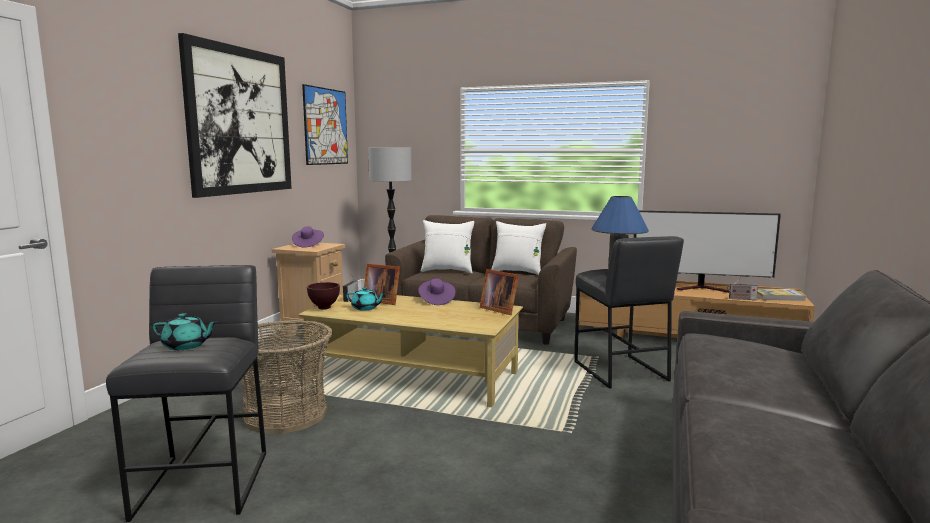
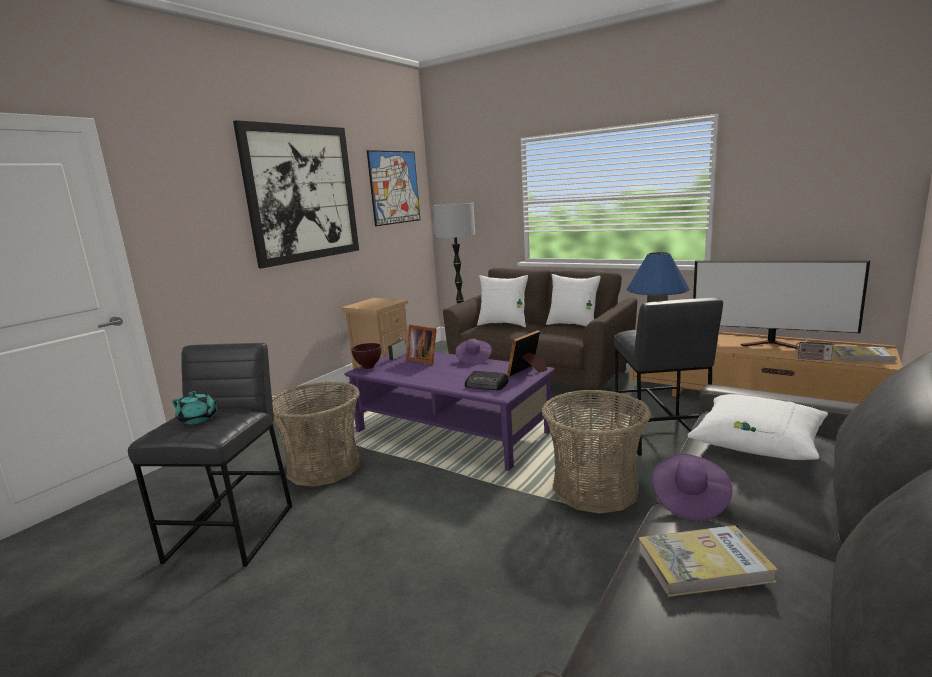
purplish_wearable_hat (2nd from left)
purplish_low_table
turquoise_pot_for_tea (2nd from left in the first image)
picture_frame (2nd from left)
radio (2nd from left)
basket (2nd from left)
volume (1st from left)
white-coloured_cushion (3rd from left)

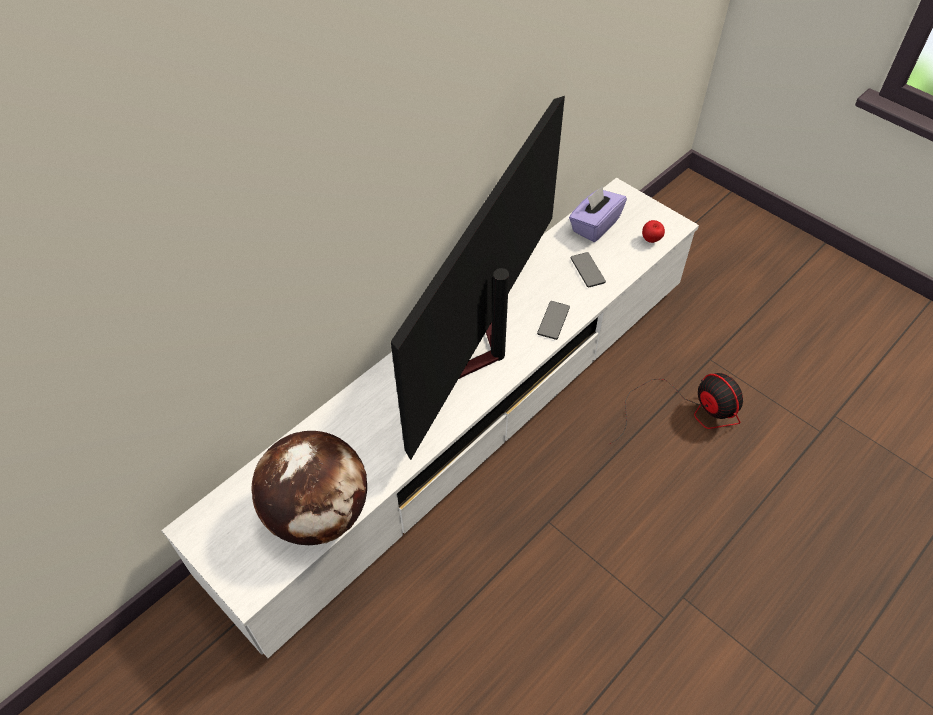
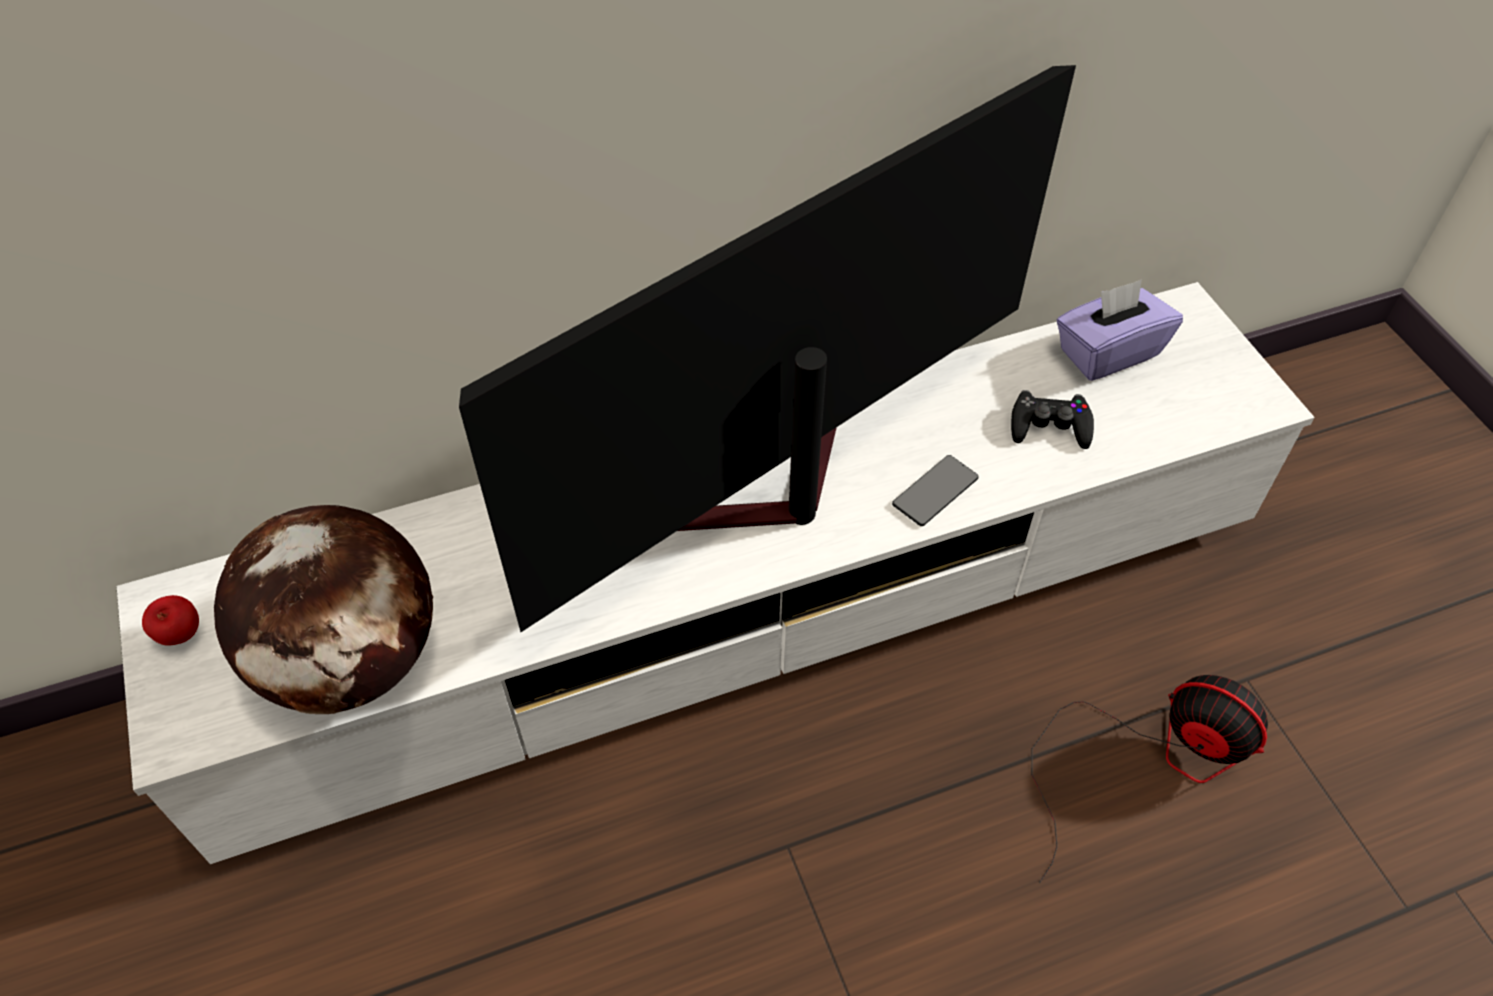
black_gamepad
electric_fan
whole_apple

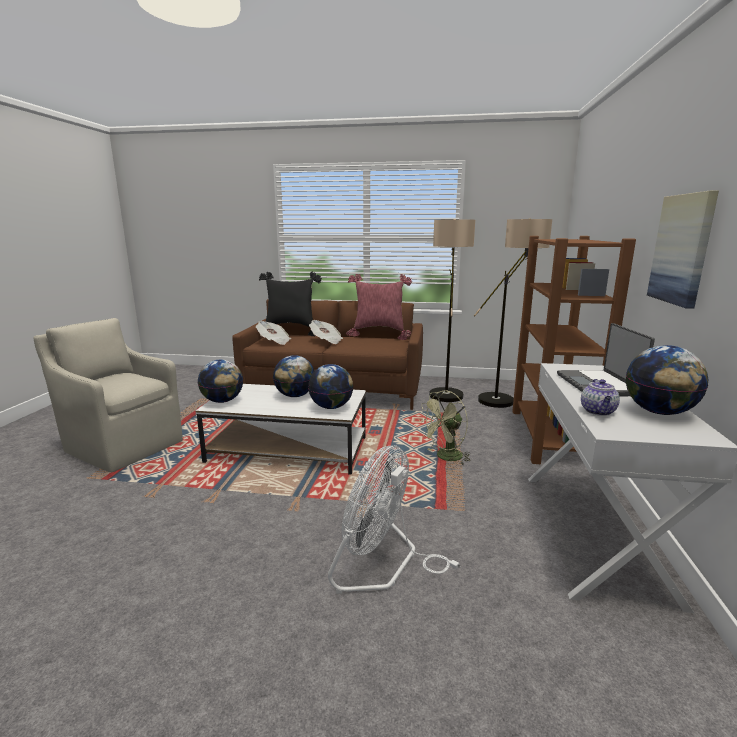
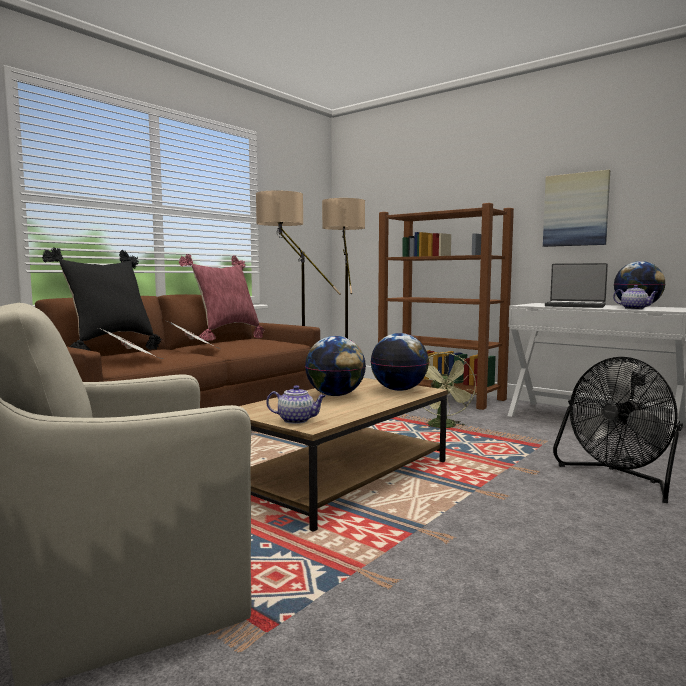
brown-coloured_low_table
pot_for_tea (1st from left)
black_electric_fan

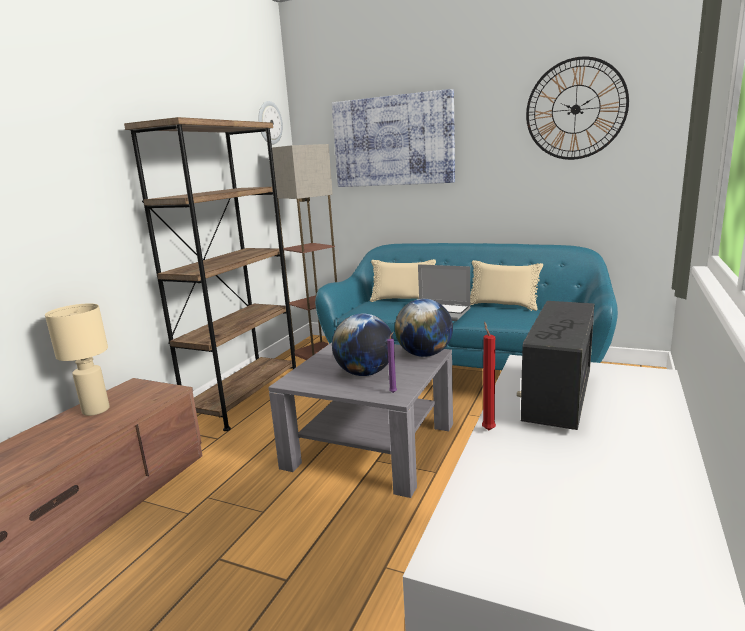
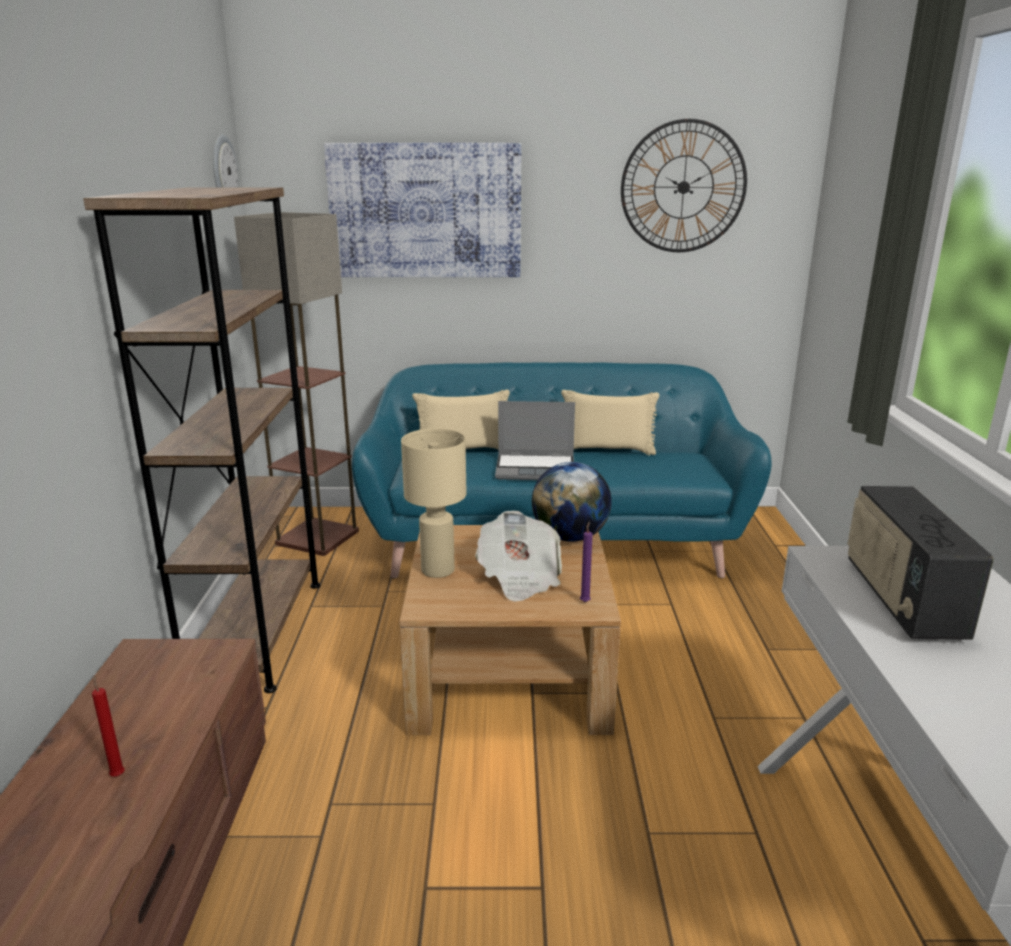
sand-coloured_tabletop_lamp
brown-coloured_low_table
printed_paper
reddish_candle

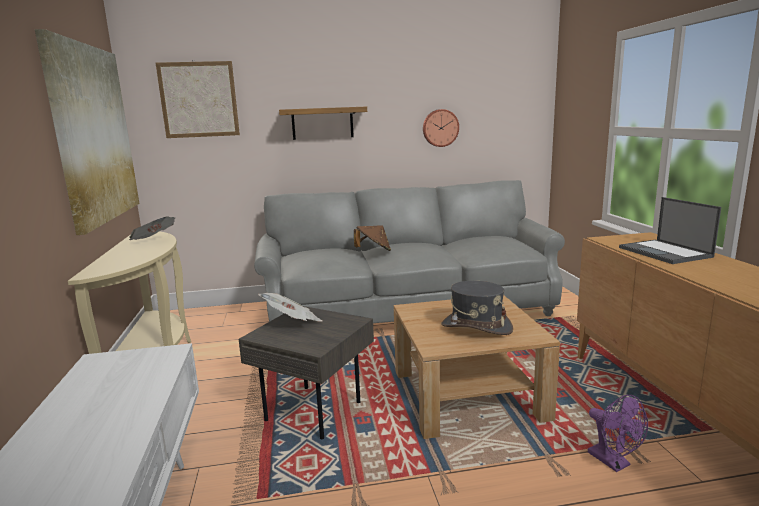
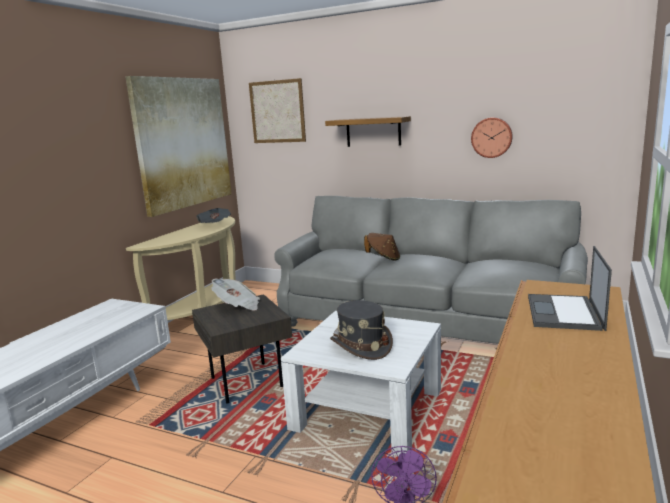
white-coloured_low_table

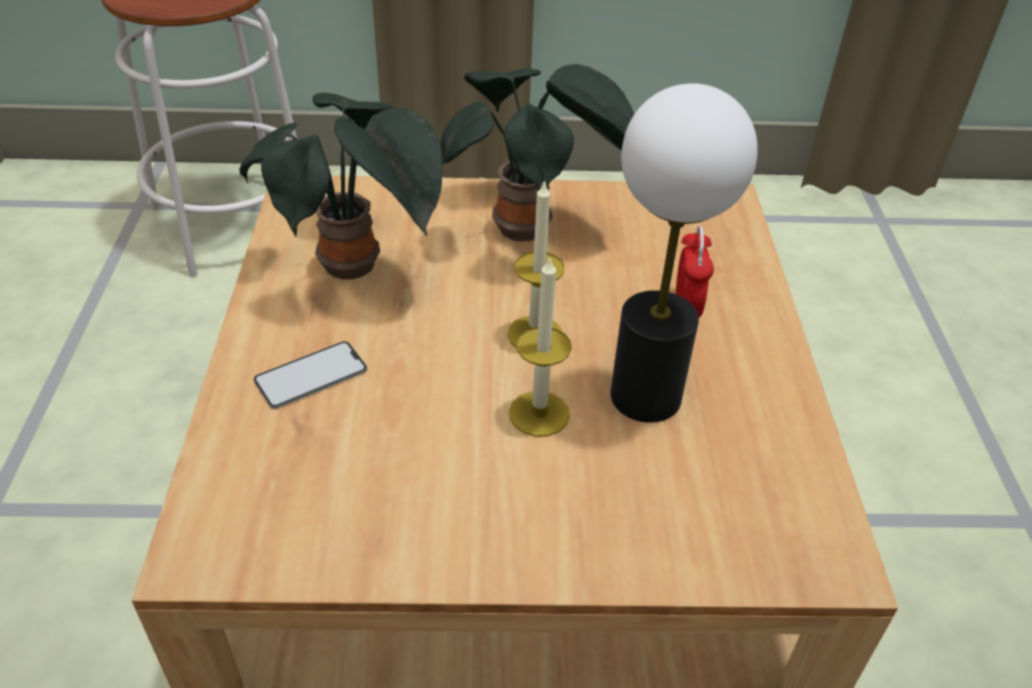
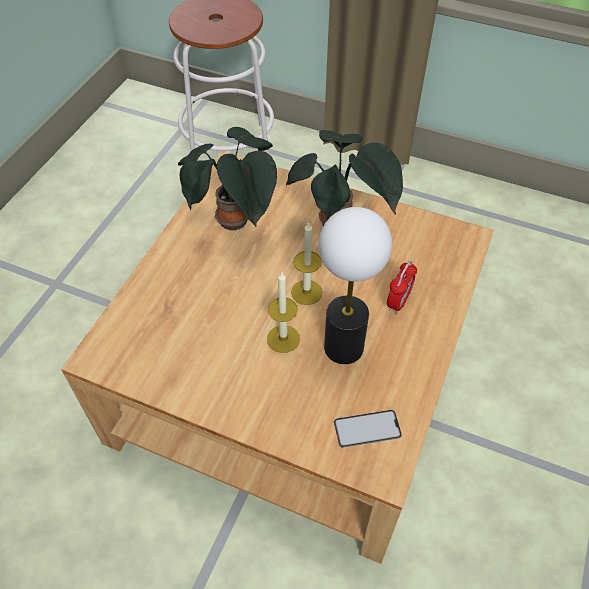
handset

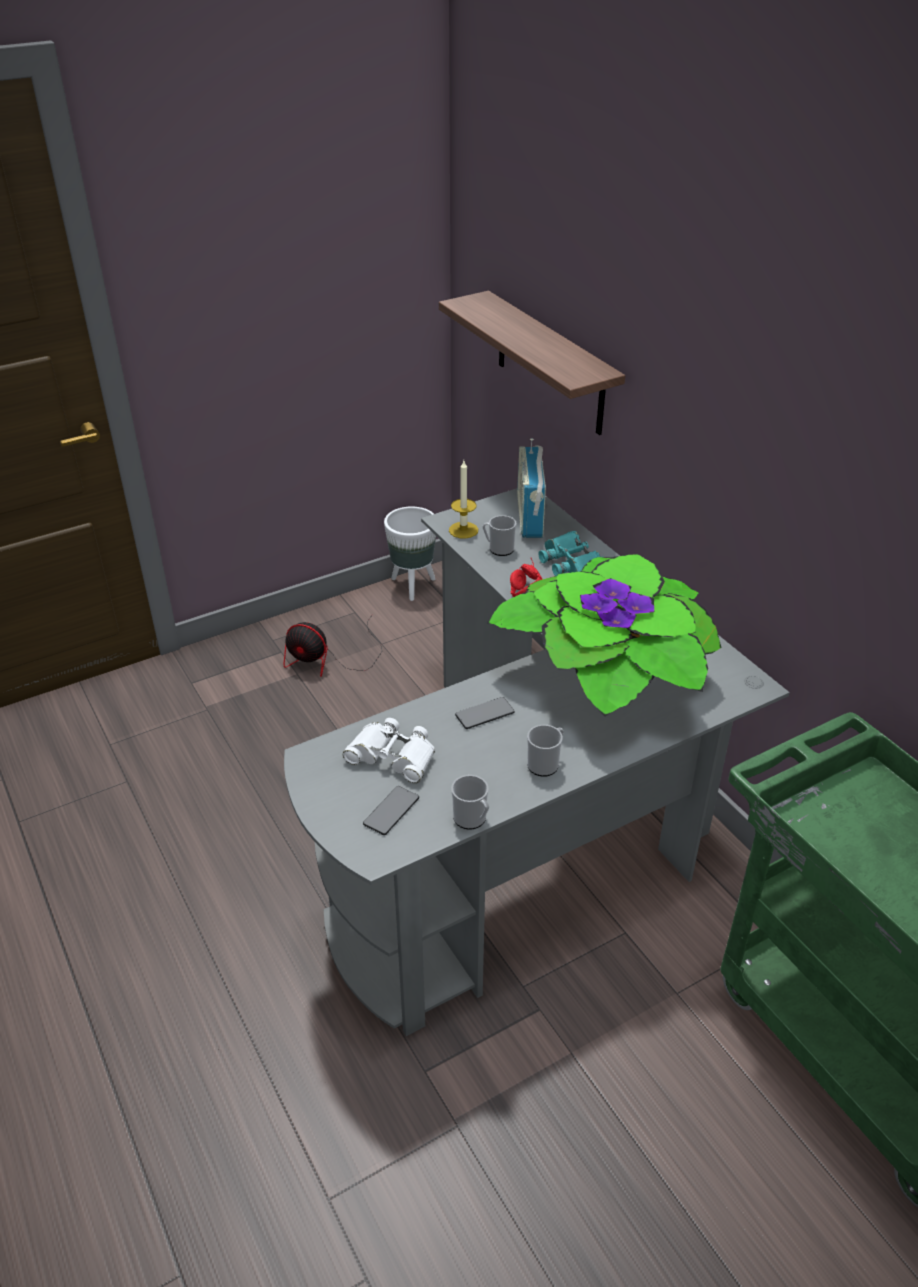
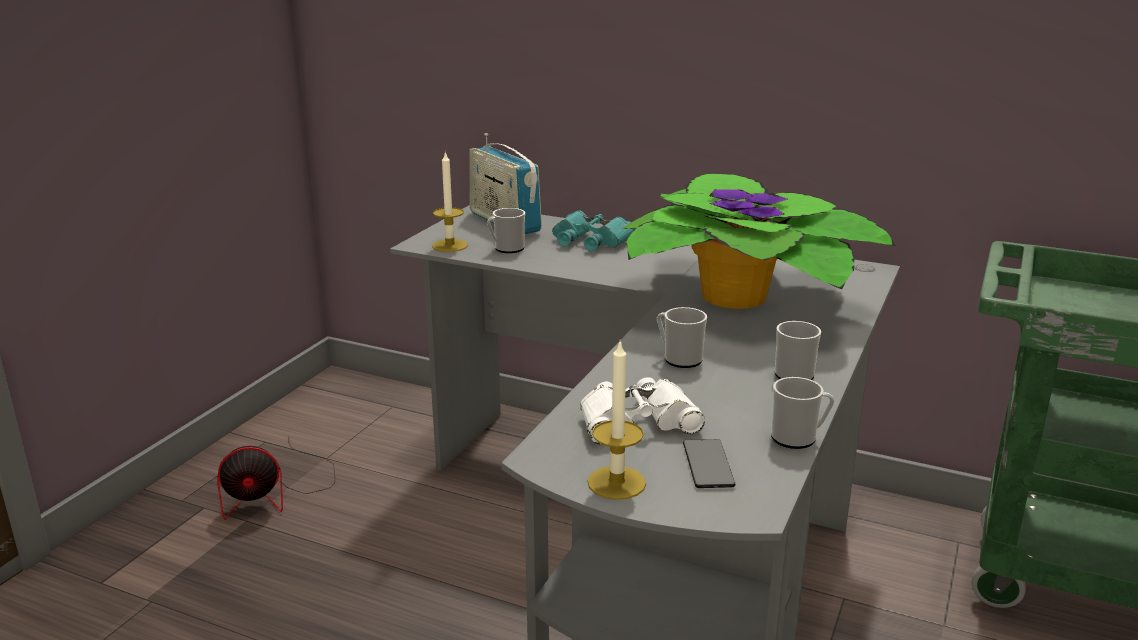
white-coloured_plant_pot
wall_shelf
tea_mug (2nd from left)
reddish_headphones
candle (2nd from left)

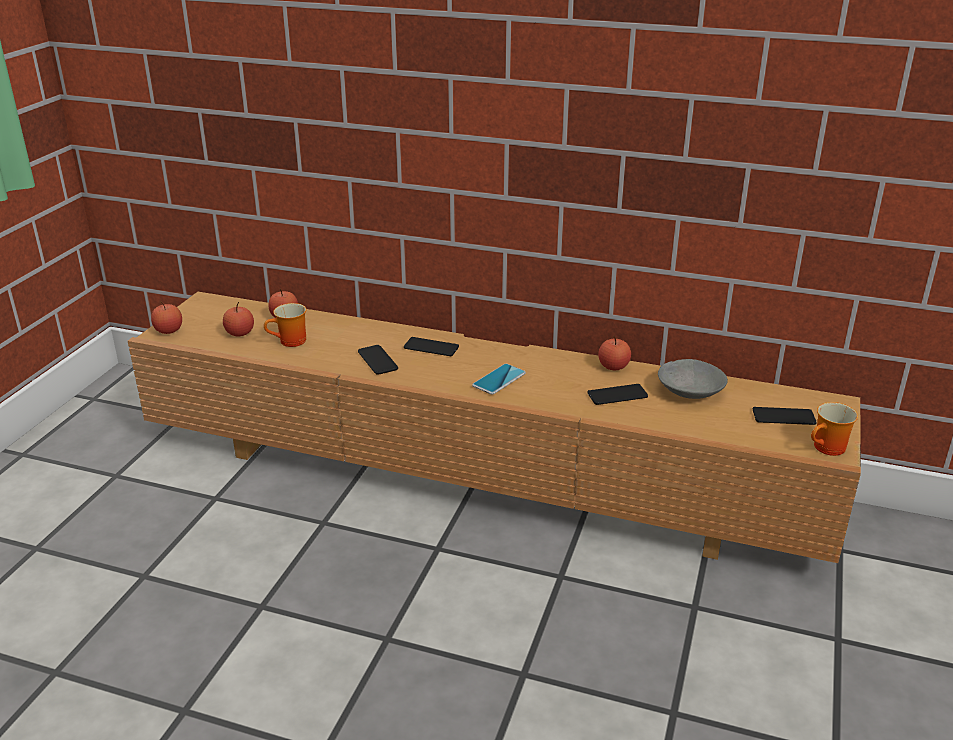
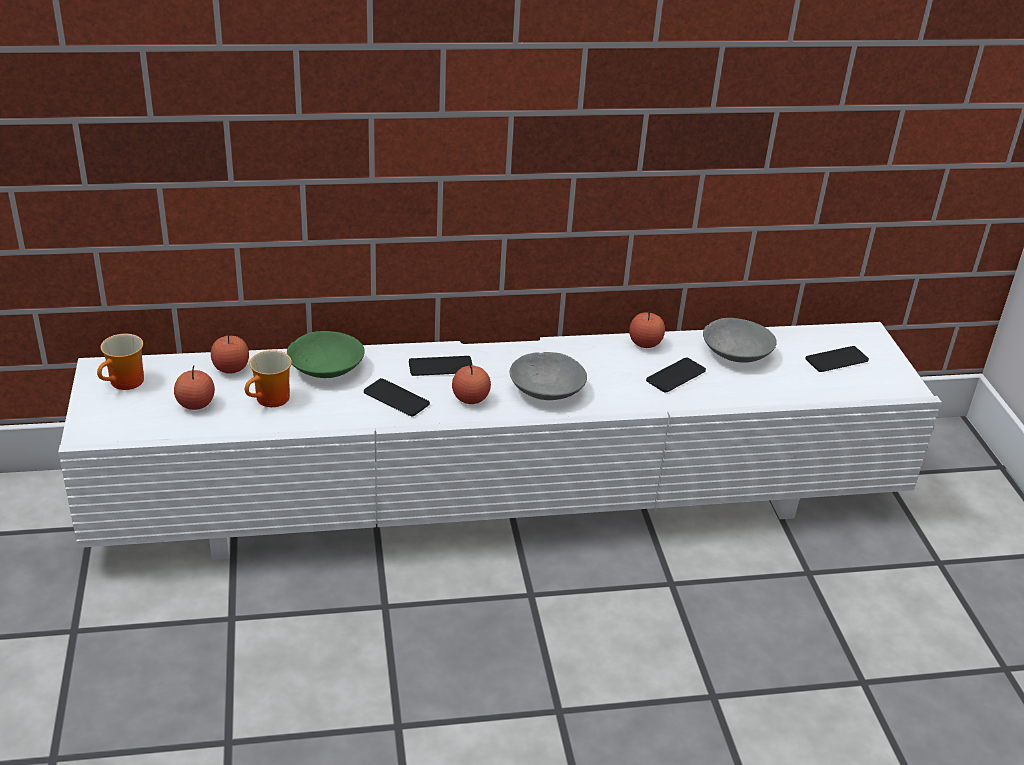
white-coloured_tv_unit
whole_apple (3rd from left)
gray_serving_bowl (1st from left)
tea_mug (1st from left)
greenish_serving_bowl

